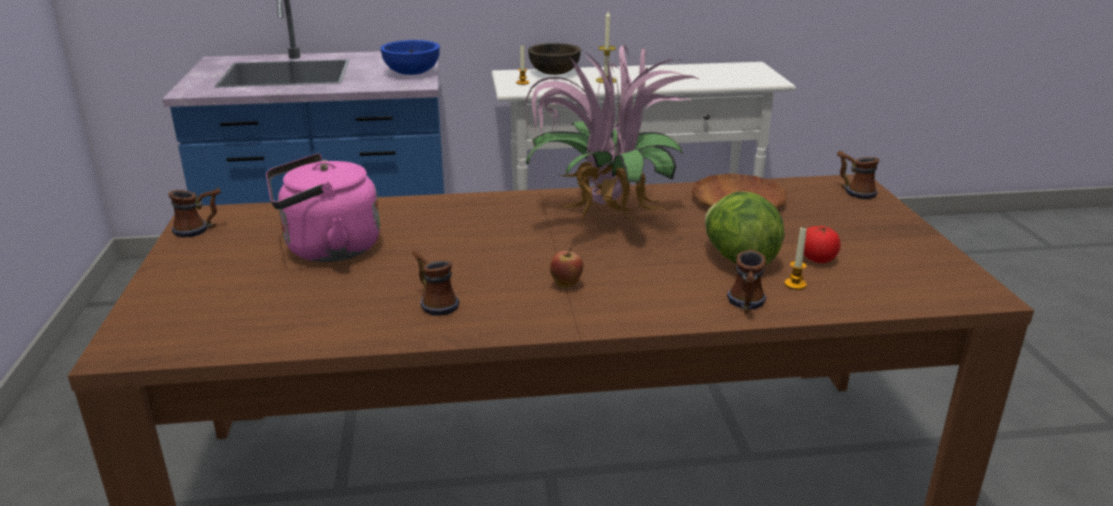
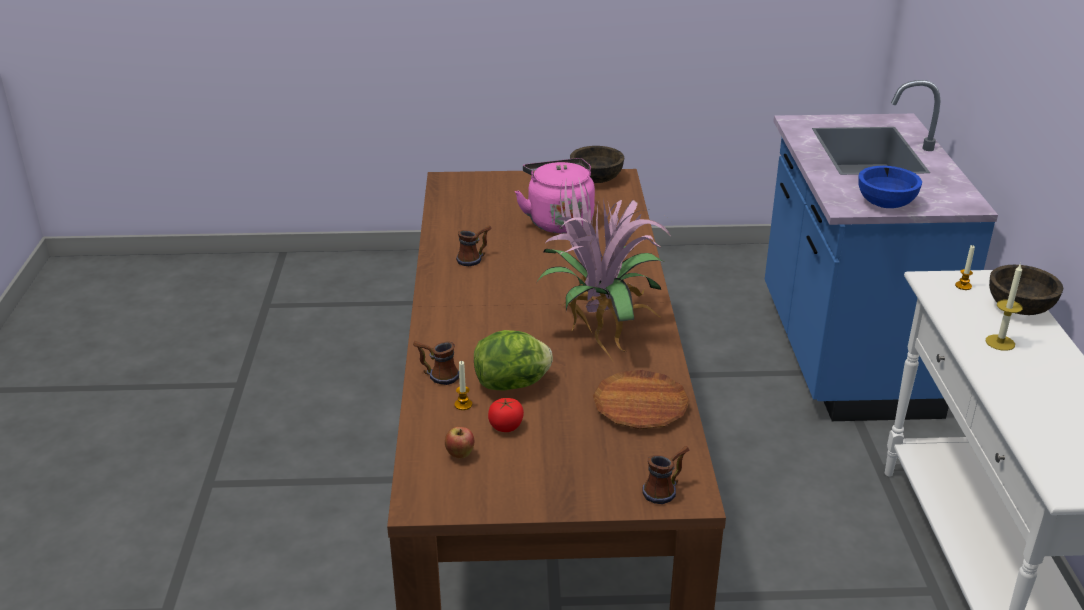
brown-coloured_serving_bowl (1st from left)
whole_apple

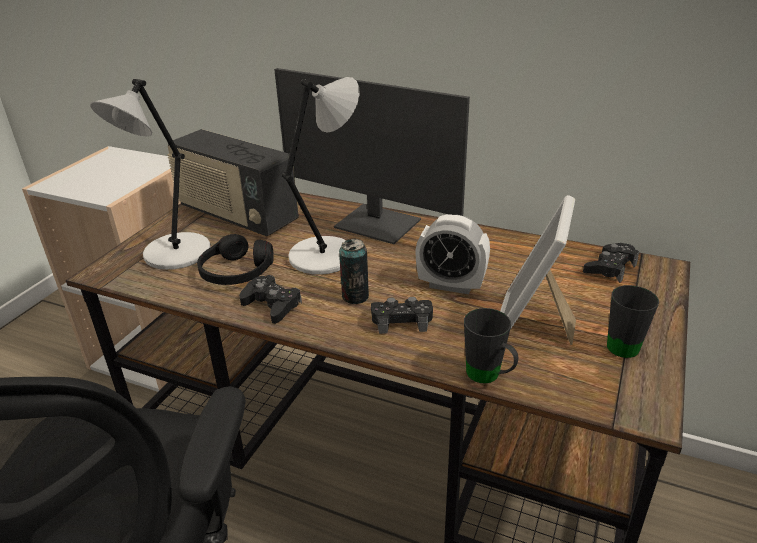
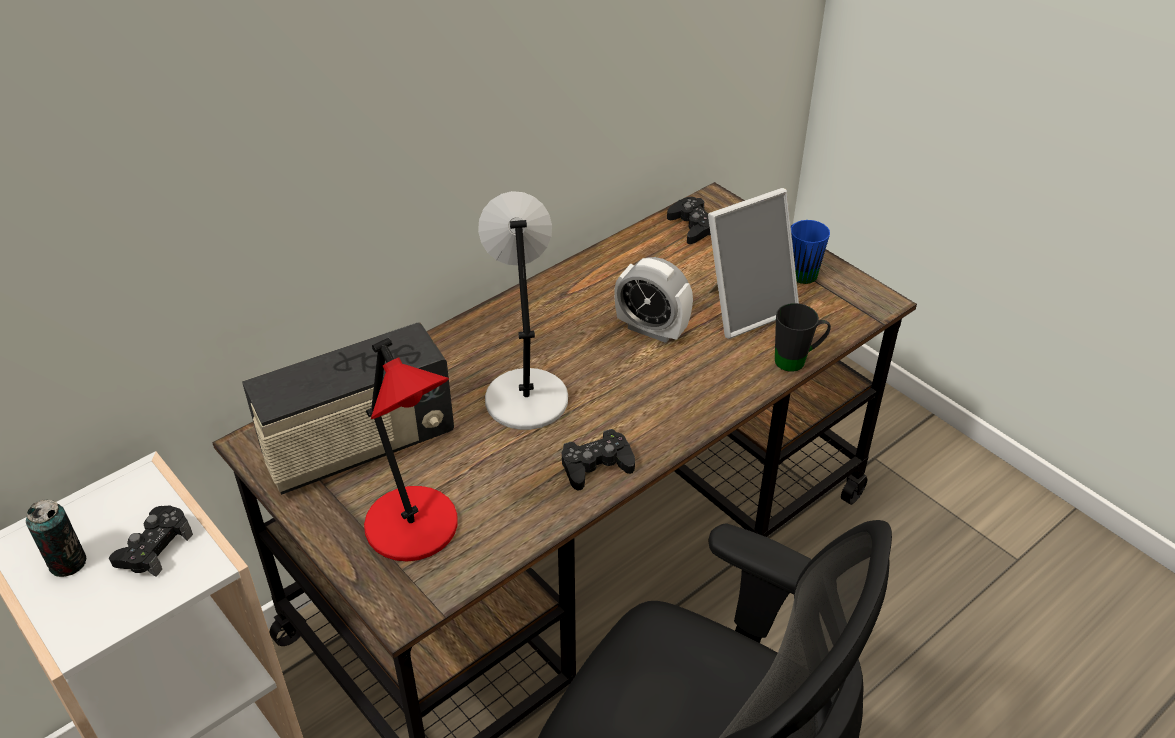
reddish_tabletop_lamp
black_headphones
computer_screen
metal_can
black_gamepad (1st from left)
table_clock
picture_frame
bluish_tea_mug

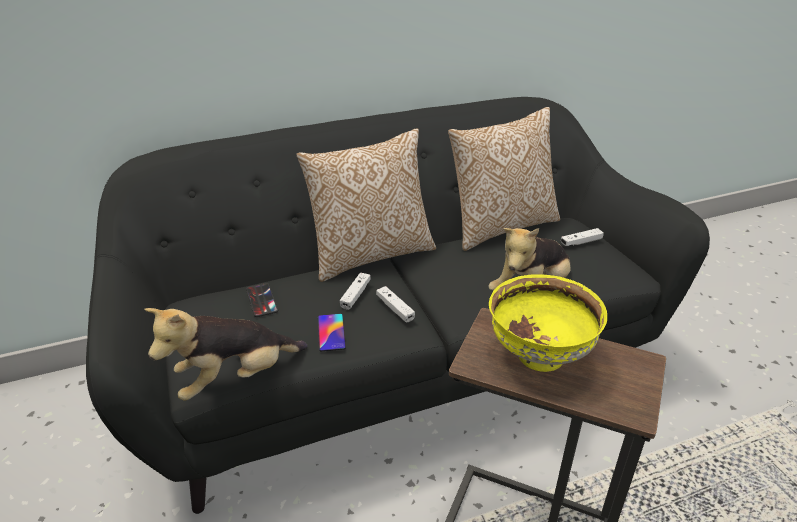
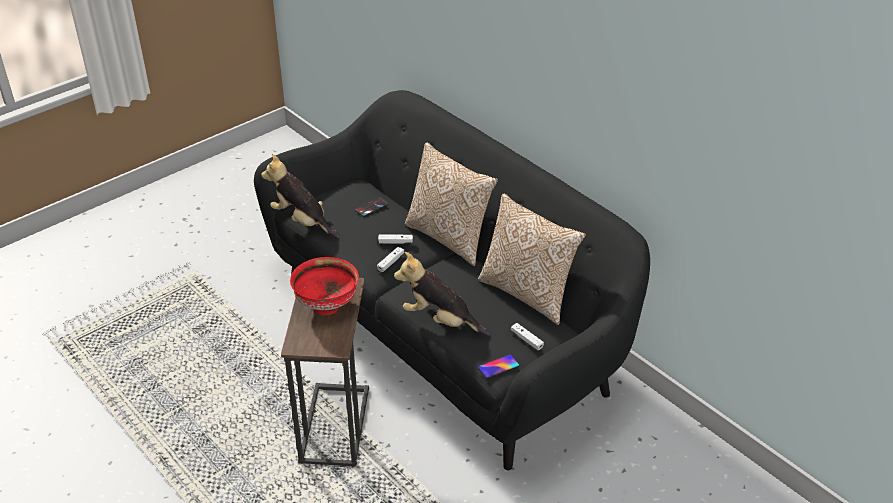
handset (2nd from left)
reddish_serving_bowl

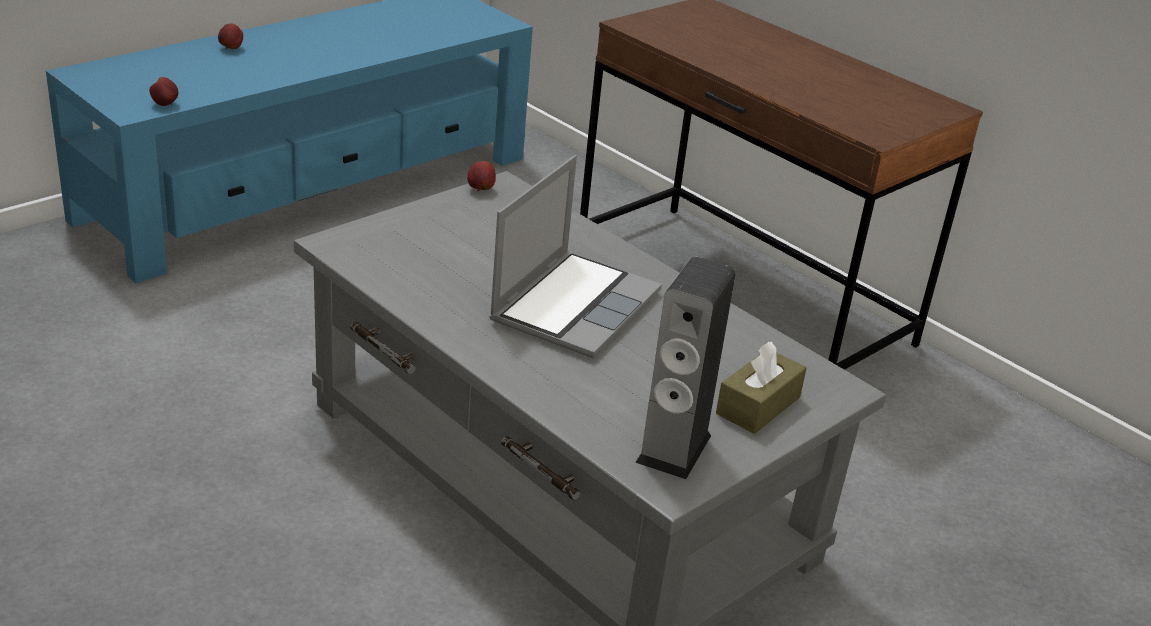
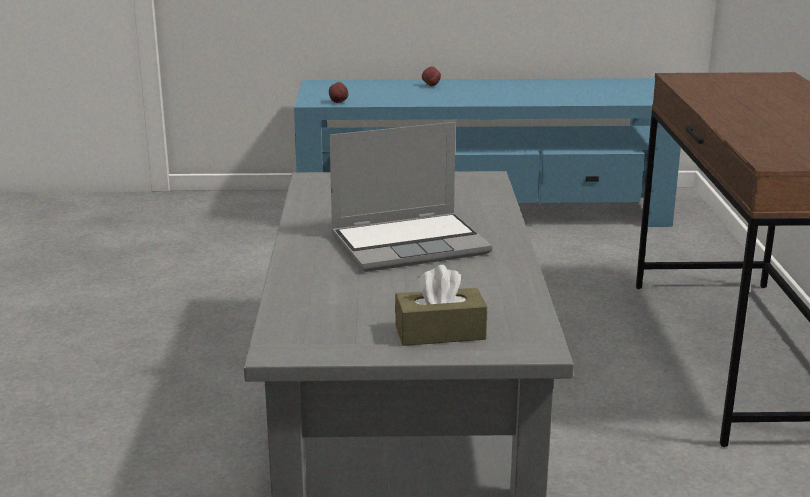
whole_apple (3rd from left in the first image)
audio_speaker

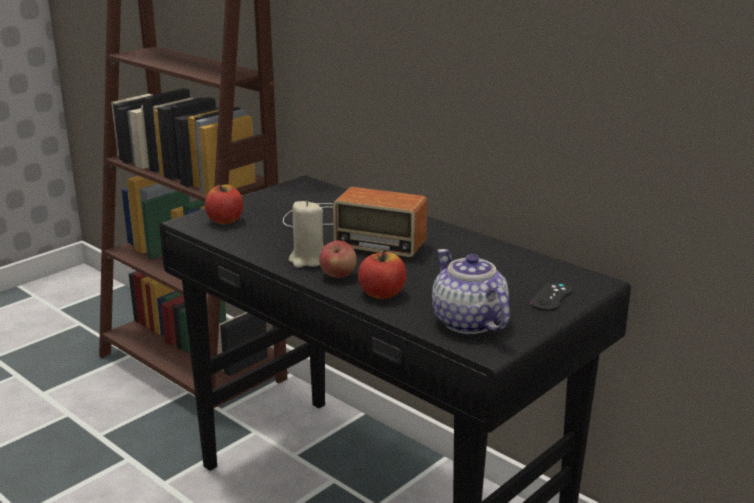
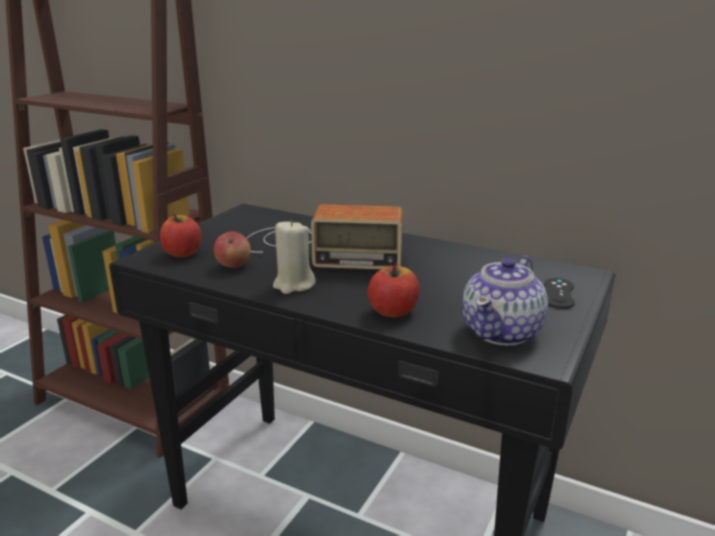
whole_apple (2nd from left)
pot_for_tea

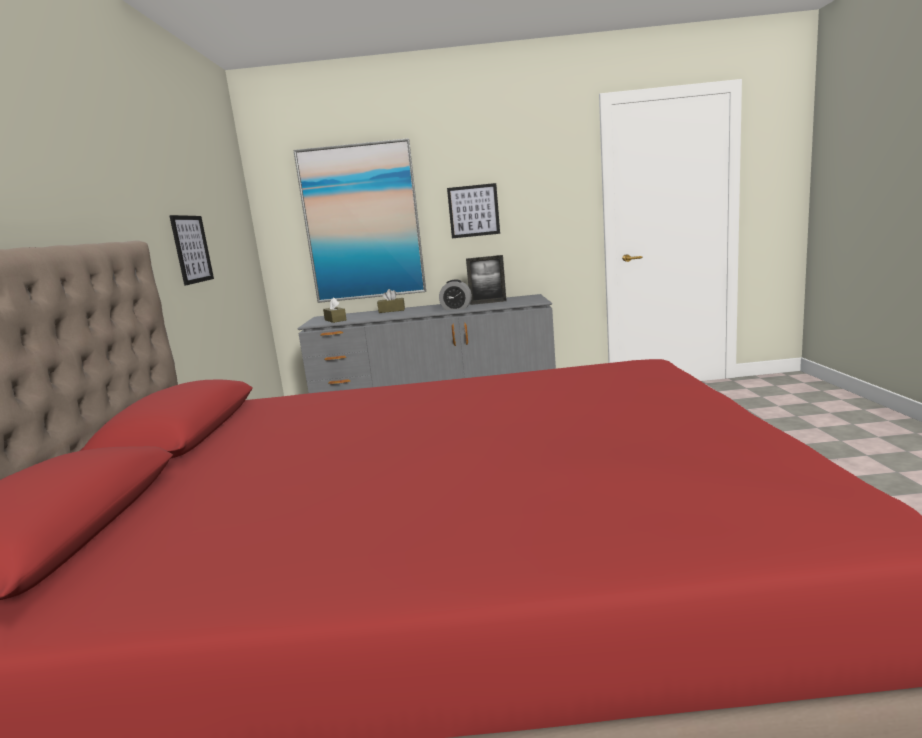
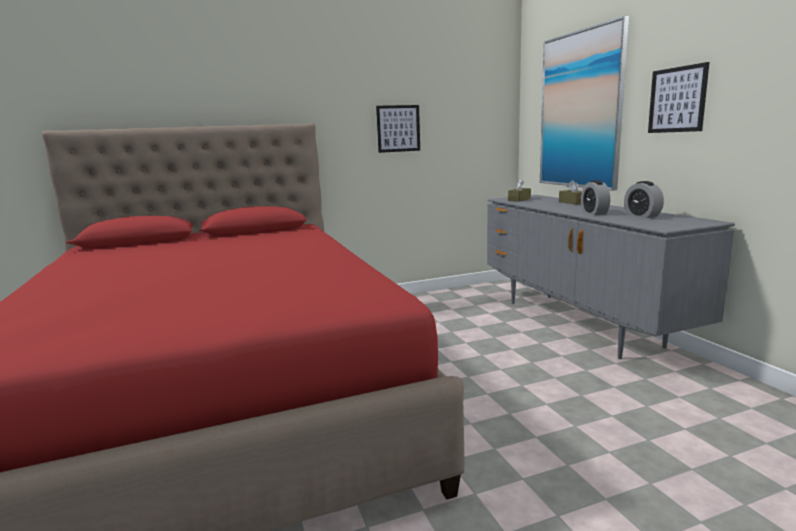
table_clock (2nd from left)

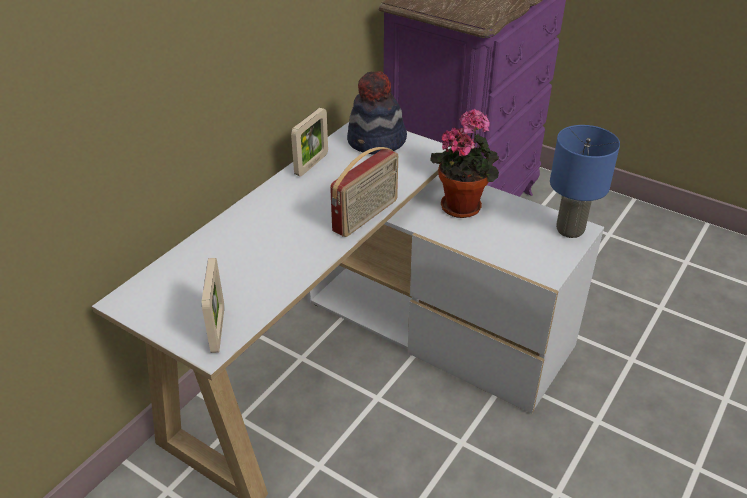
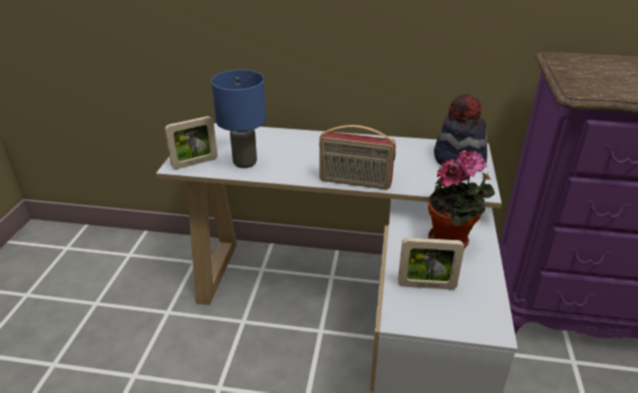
picture_frame (2nd from left)
bluish_tabletop_lamp

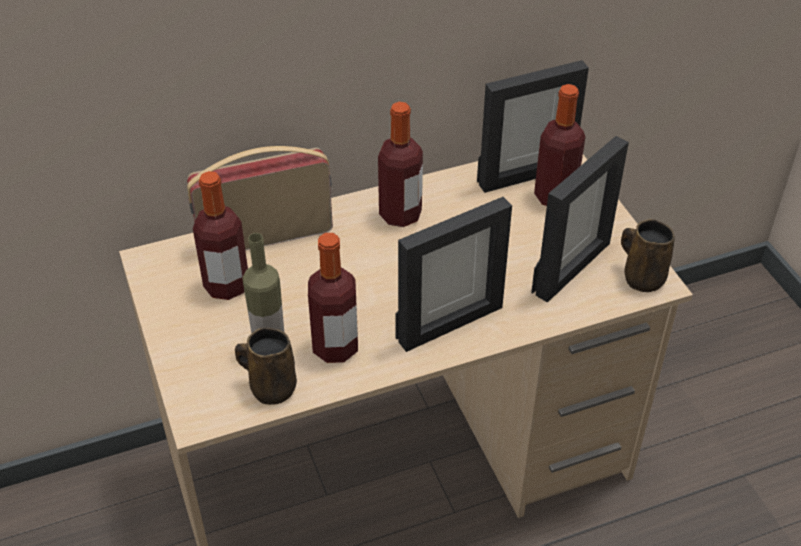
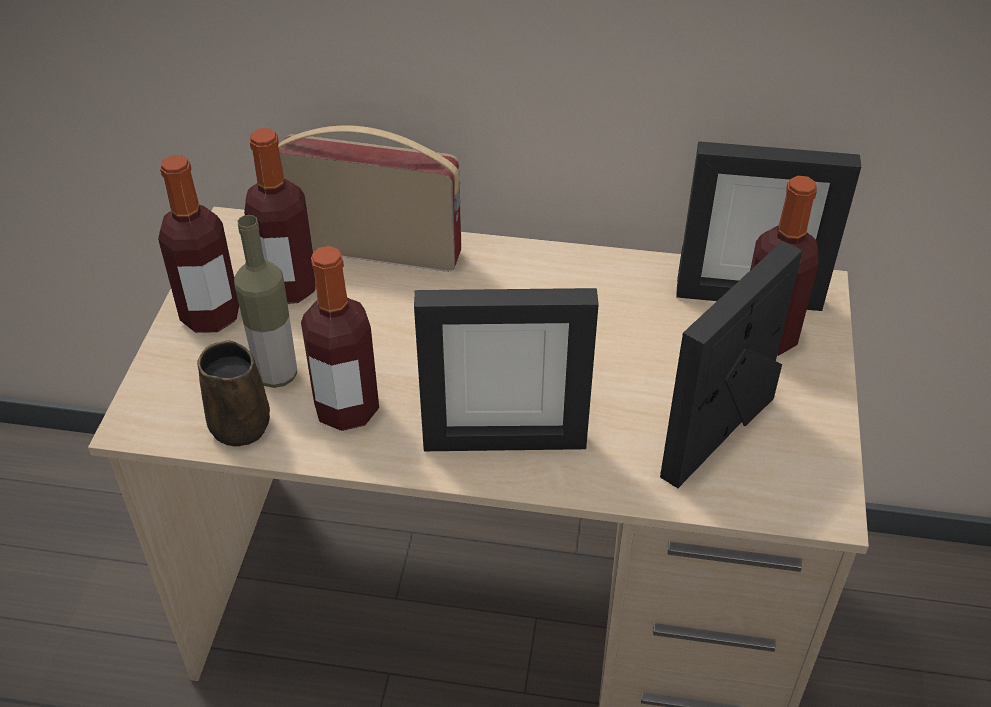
beverage_bottle (1st from left)
picture_frame (2nd from left)
brown-coloured_tea_mug (2nd from left in the first image)

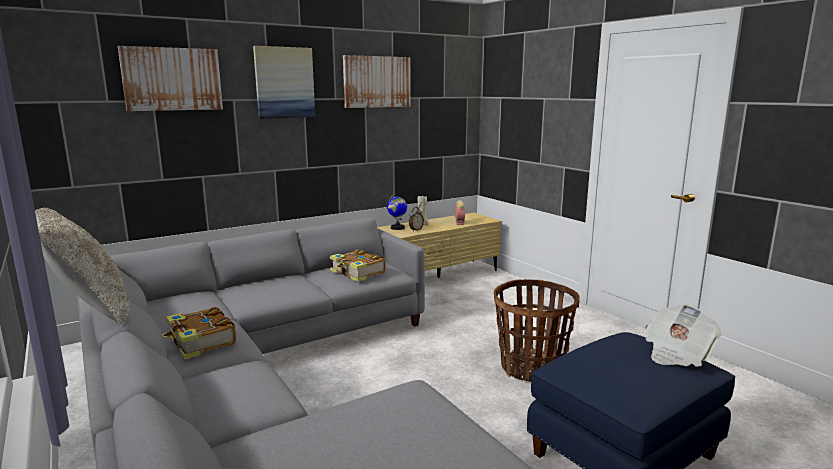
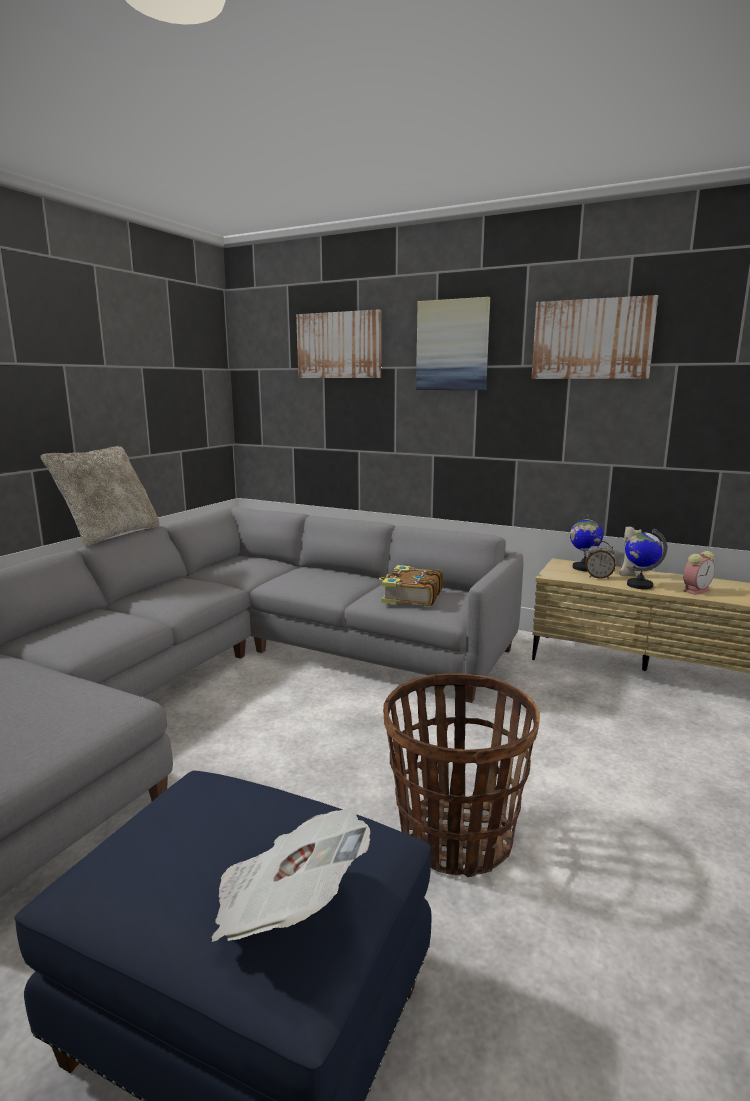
volume (1st from left in the first image)
desk_globe (2nd from left)

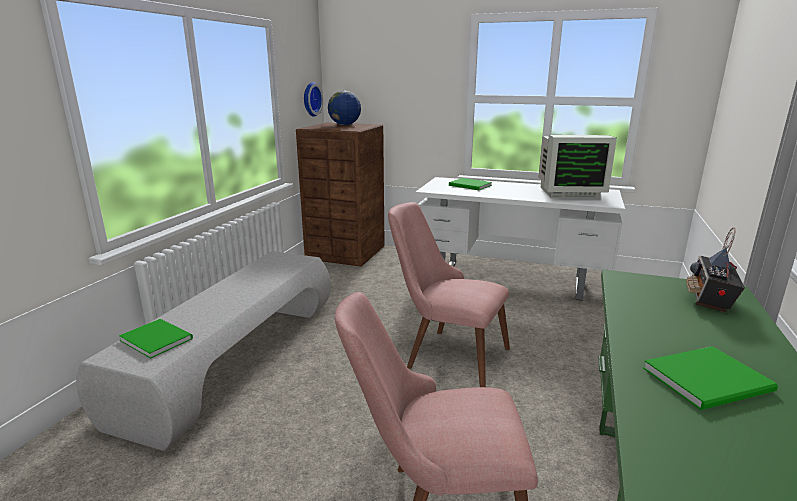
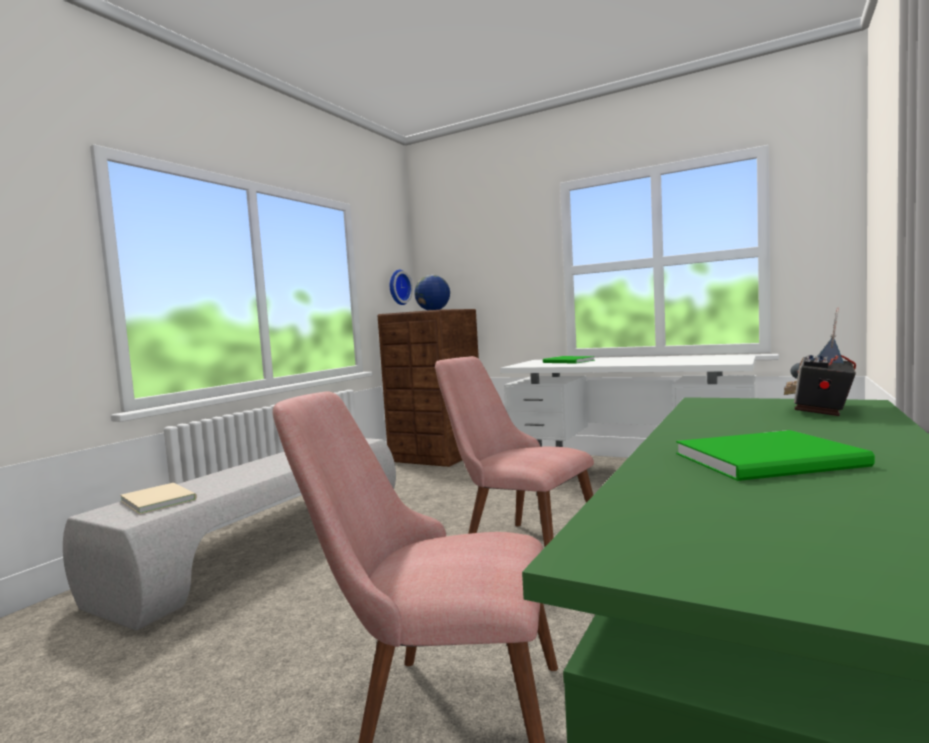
sand-coloured_volume
computer_screen

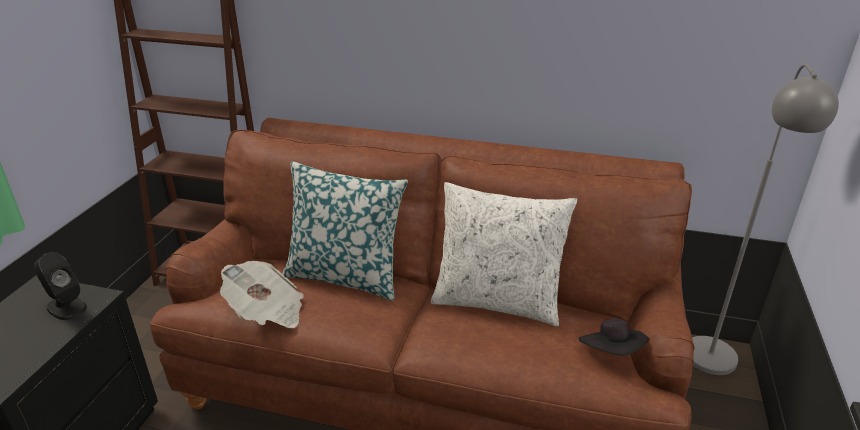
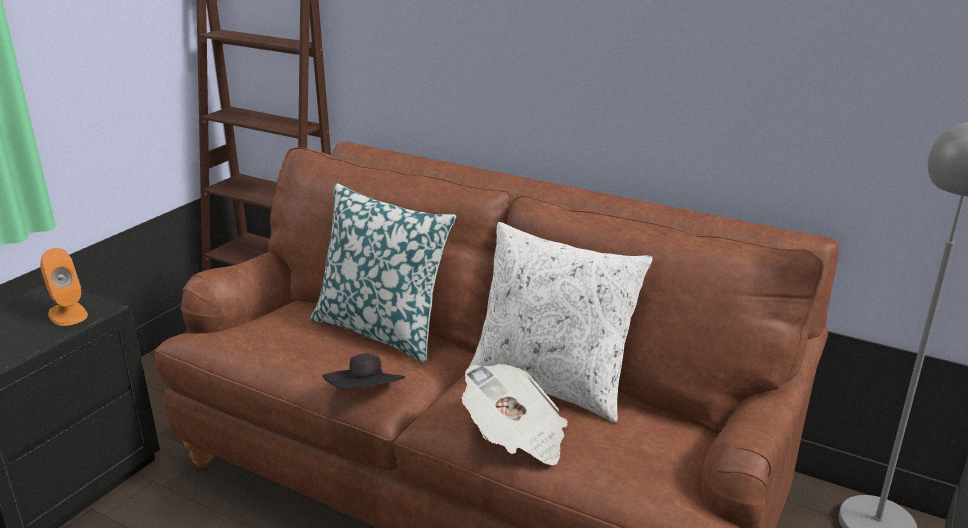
orange_audio_speaker
printed_paper
black_wearable_hat

